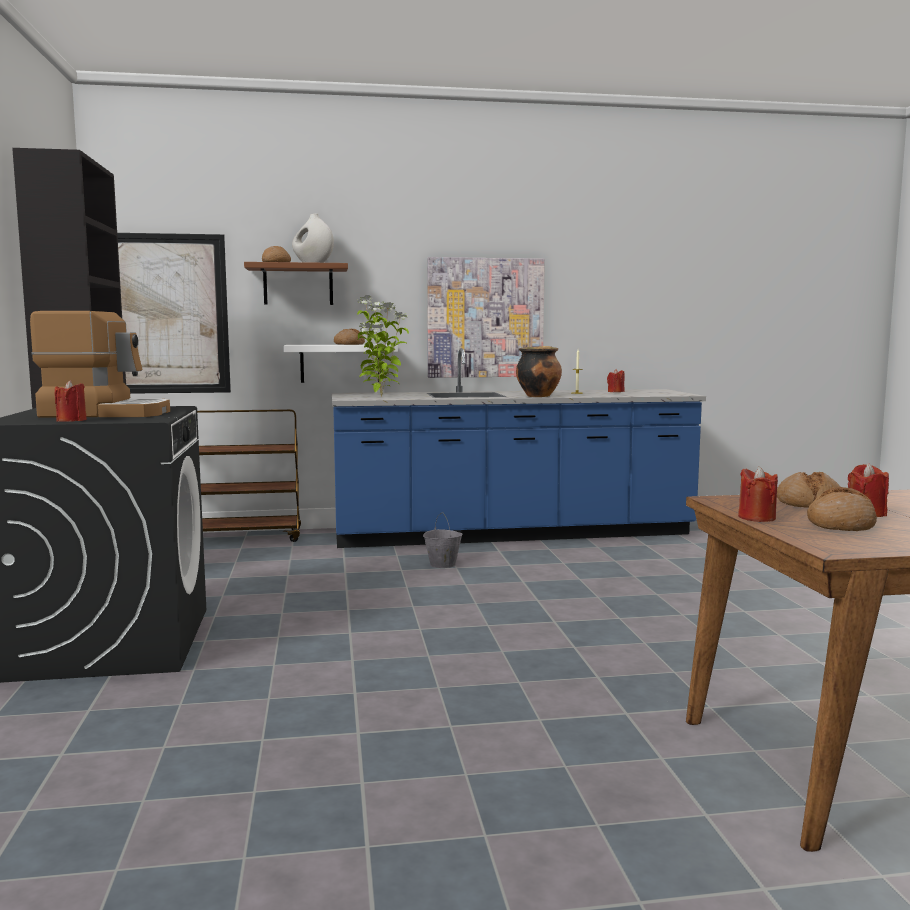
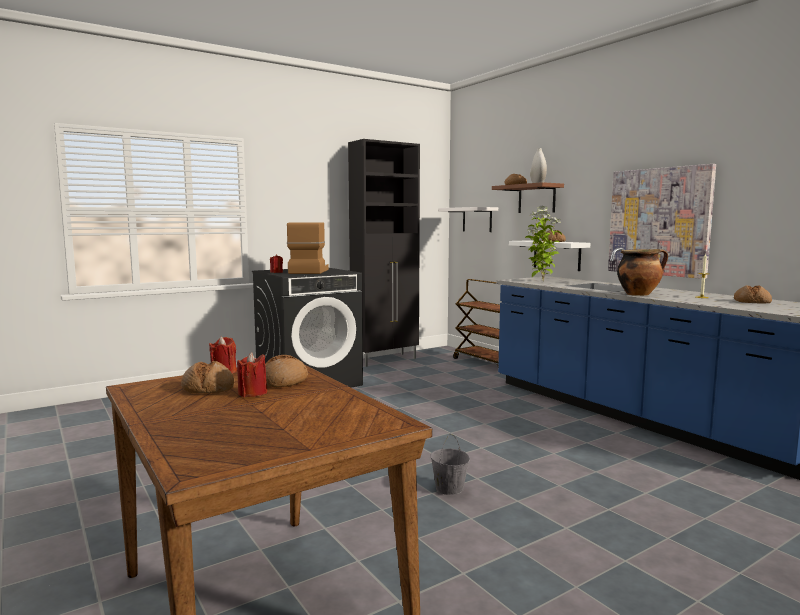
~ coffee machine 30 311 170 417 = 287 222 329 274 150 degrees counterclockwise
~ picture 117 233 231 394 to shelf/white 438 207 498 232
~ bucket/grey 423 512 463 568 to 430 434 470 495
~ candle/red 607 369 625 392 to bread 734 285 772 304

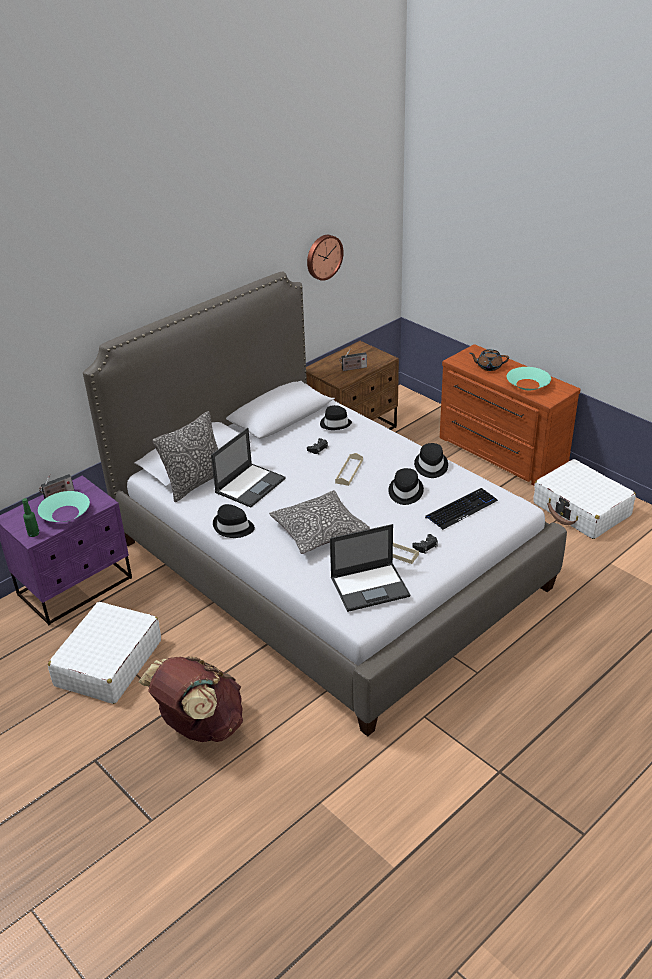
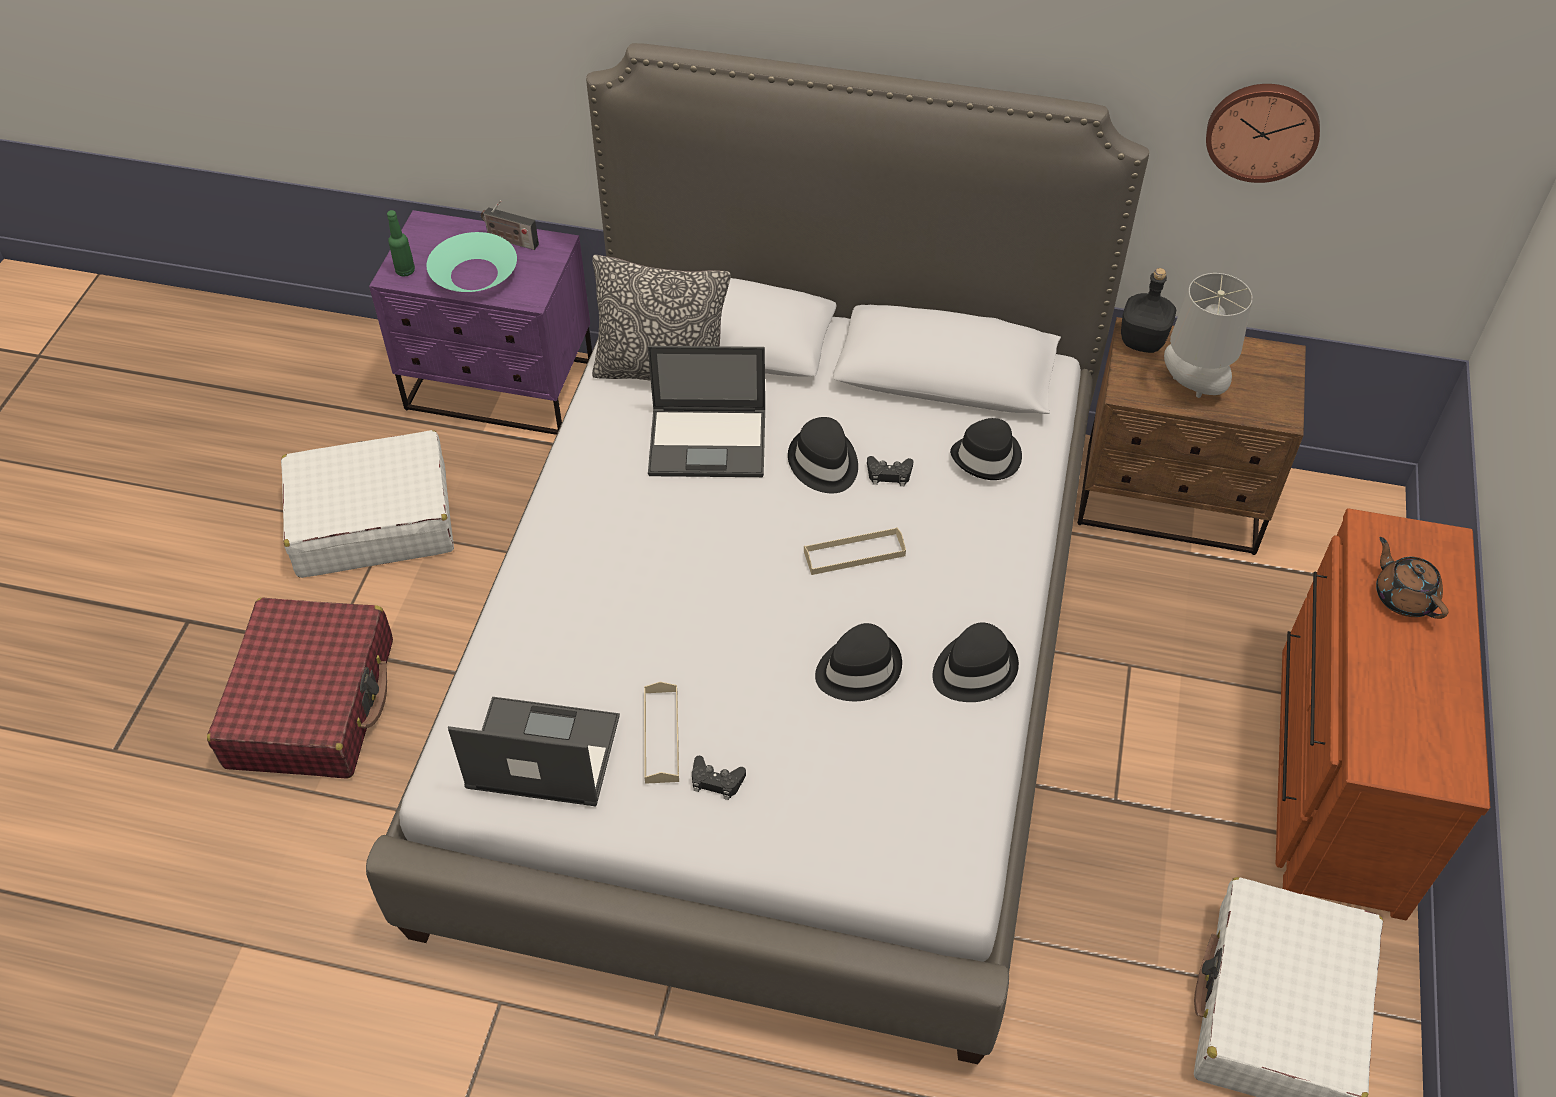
~ backpack/brown 139 656 243 742 to suitcase/red 207 598 393 779
~ hat/black 213 504 255 538 to 788 417 858 493
- pillow 269 490 370 554
~ laptop 330 524 410 612 = 448 697 620 806 150 degrees clockwise
~ radio 339 348 367 371 to table lamp/grey 1164 273 1253 398
- keyboard 425 488 498 530
- bowl/turquoise 507 367 551 391
+ bottle/black 1121 268 1176 353

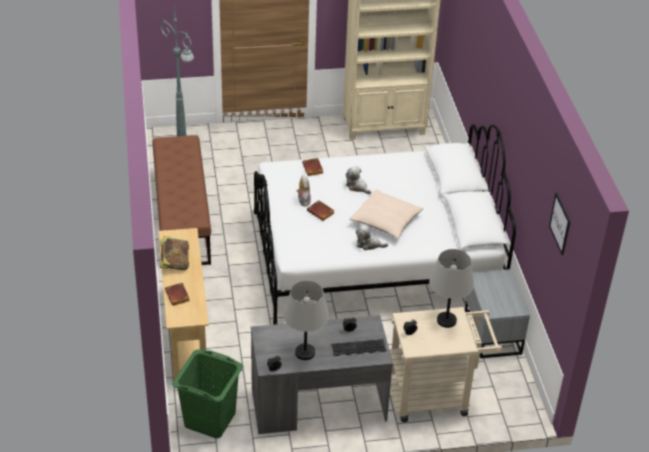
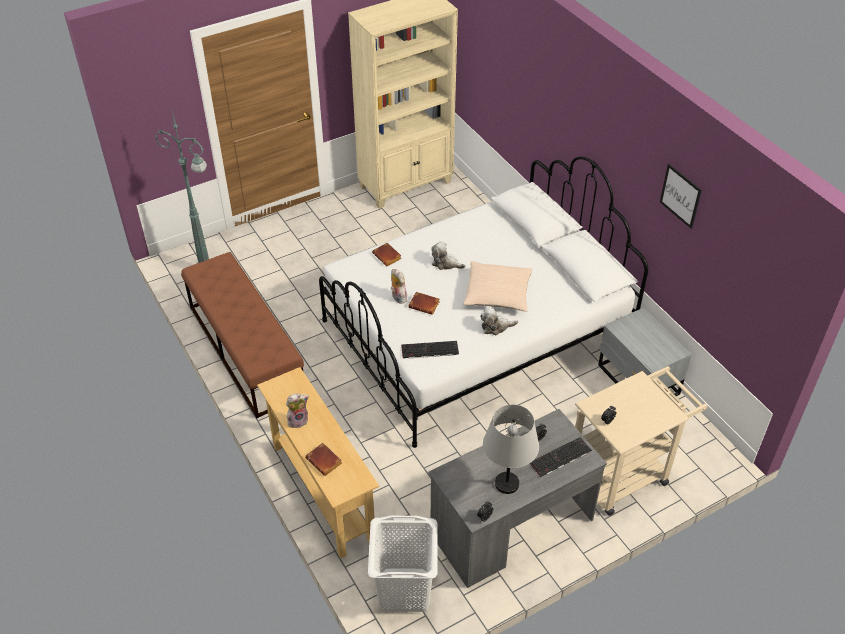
~ book 160 236 189 270 to plush toy 286 393 309 428
~ laundry basket/green 172 349 243 438 to laundry basket/white 368 516 438 612
- table lamp/grey 429 249 474 328
~ picture 549 193 570 255 to 660 164 702 229
+ keyboard 401 341 459 359

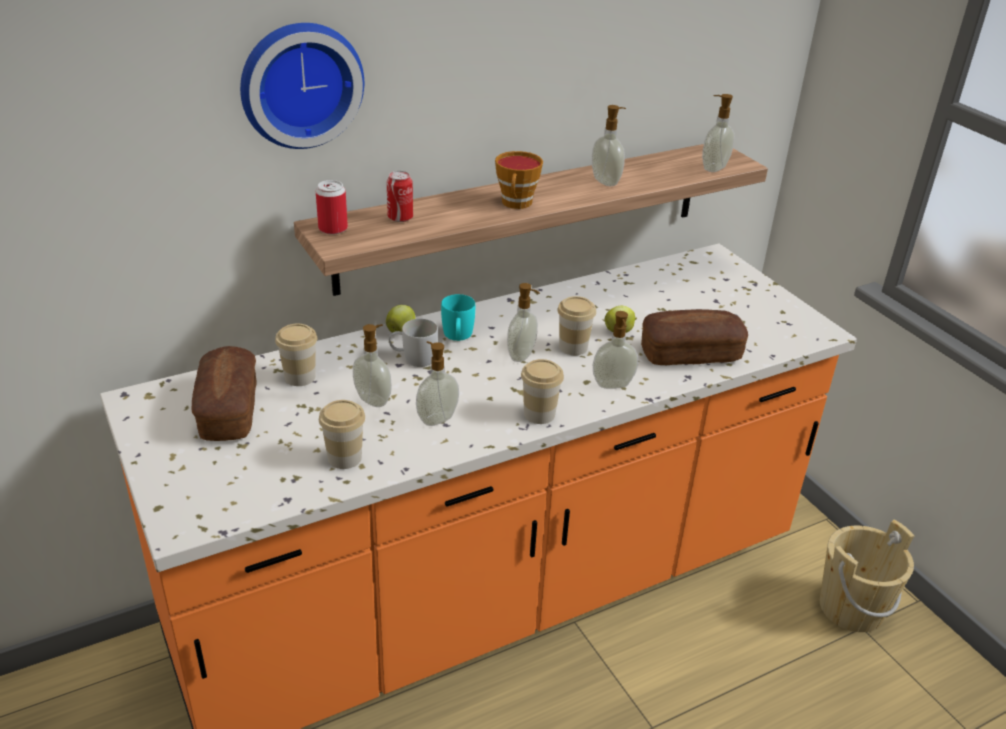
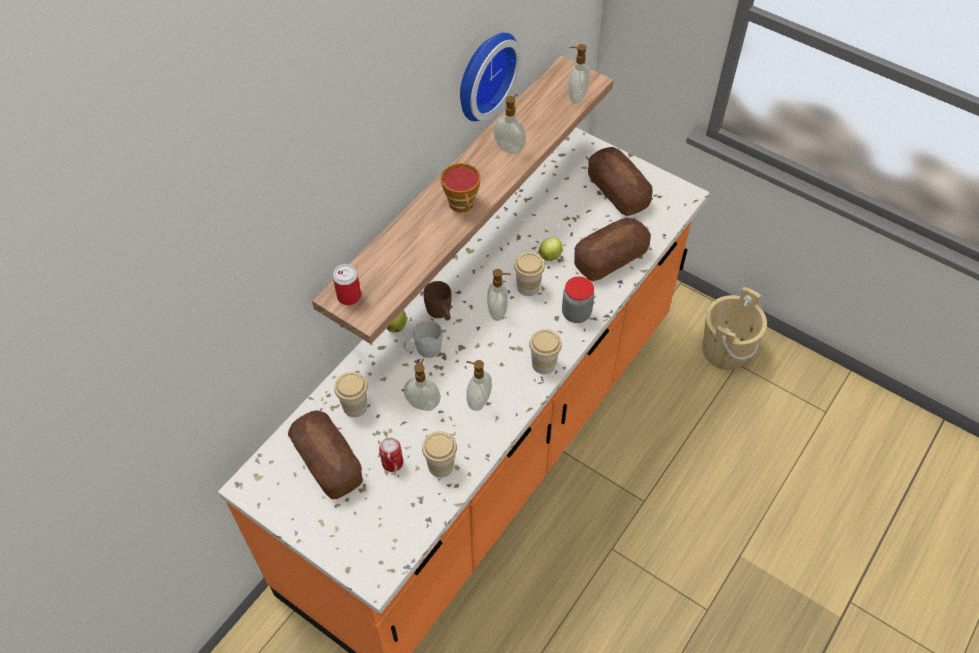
~ wall clock 240 23 364 149 to 460 32 521 121
~ can 387 171 413 222 to 379 437 403 472
~ mug/turquoise 441 294 475 341 to mug/brown 423 281 452 320
~ soap dispenser 593 311 638 389 to jar 562 277 594 323
+ bread 588 147 653 216

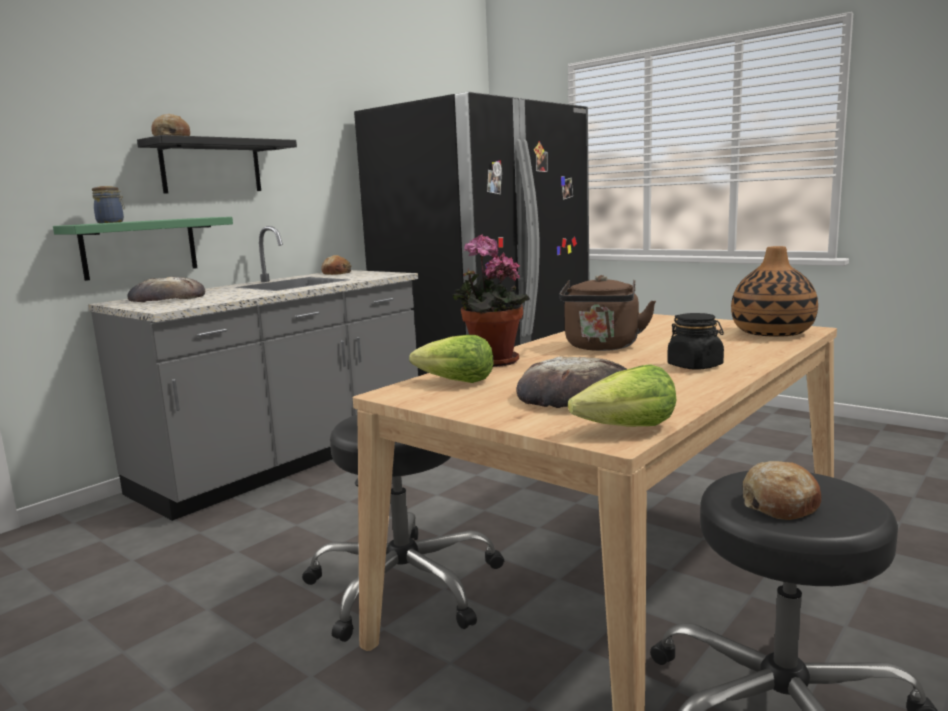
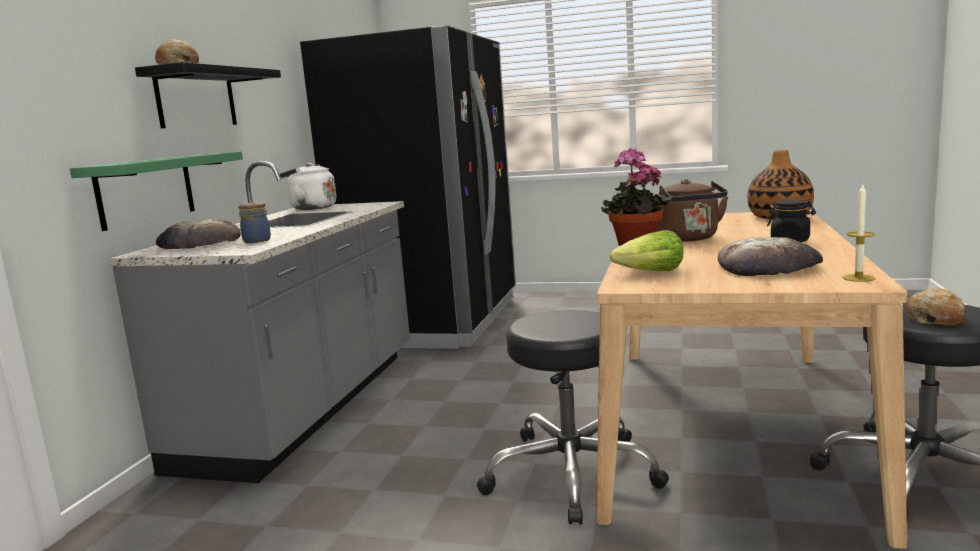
~ jar 92 186 125 223 to 238 202 271 243
~ bread 321 255 352 275 to kettle/white 280 163 336 210
~ lettuce 568 364 676 427 to candle 842 185 876 282

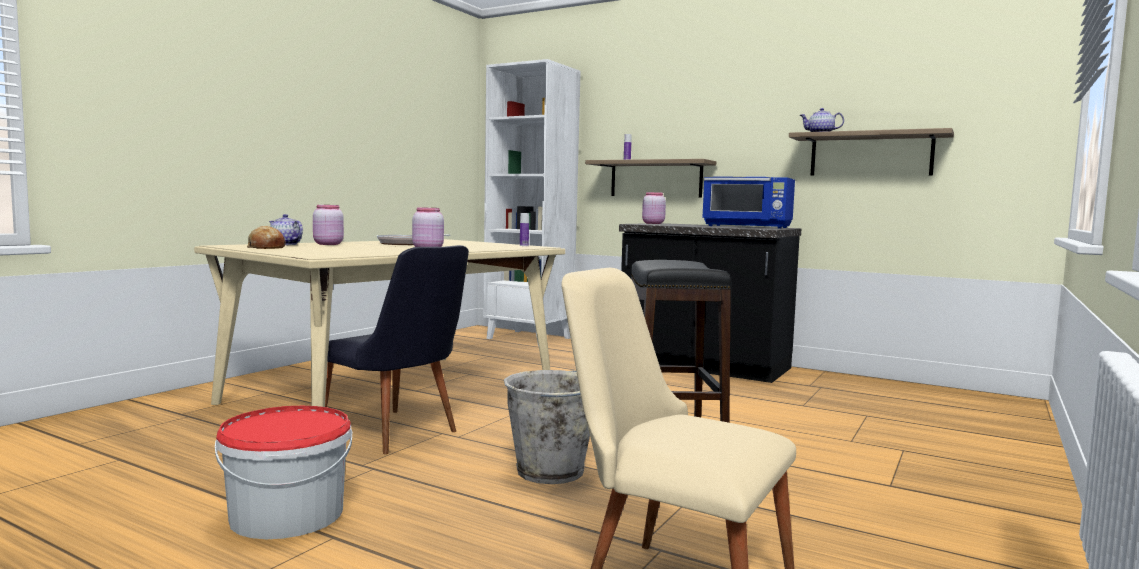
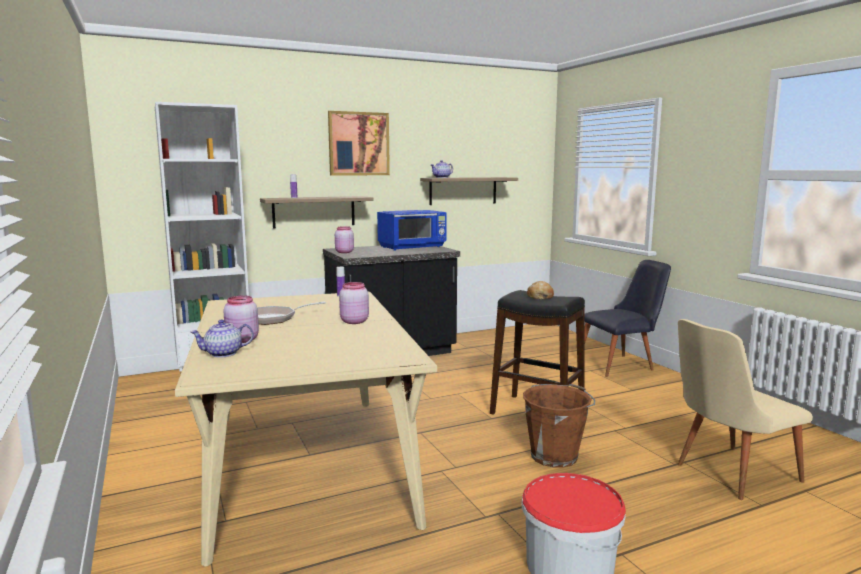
~ bread 247 226 286 249 to 527 281 554 299
~ chair/black 325 245 469 454 to 585 260 671 377
~ bucket/grey 504 370 590 484 to bucket/brown 523 384 595 468
+ picture 328 111 390 176

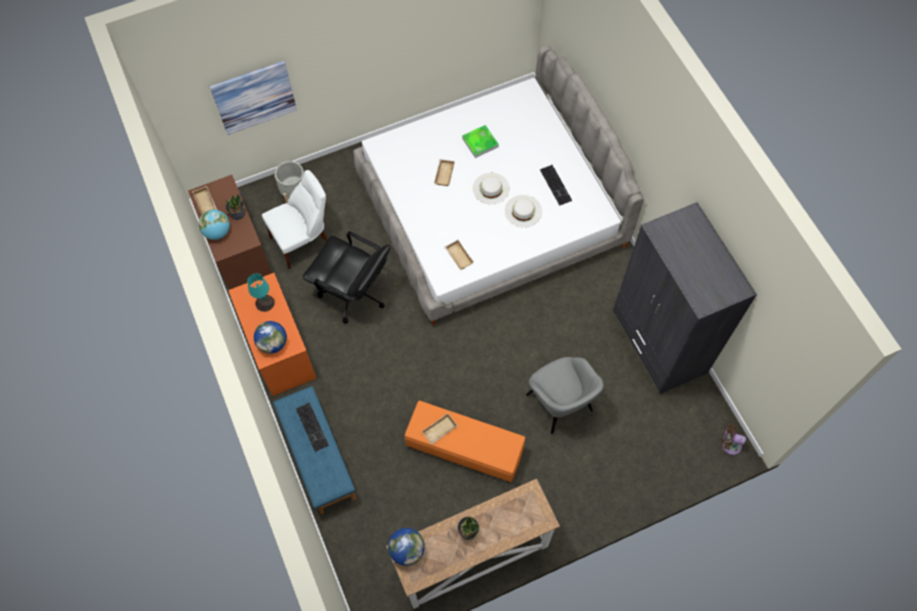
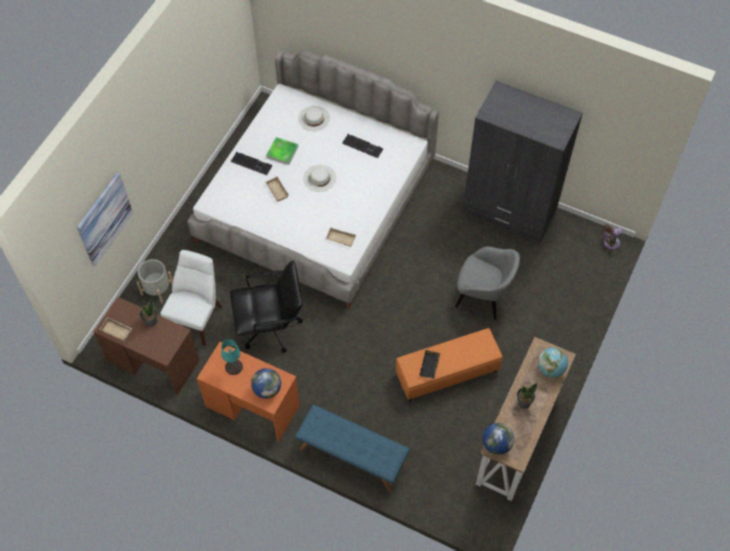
~ globe 198 210 230 240 to 538 348 568 378
~ keyboard 296 402 329 452 to 231 152 272 175
~ tray/beige 422 413 458 445 to tray/black 419 350 440 379
~ hat/white 505 195 542 227 to 298 106 330 131

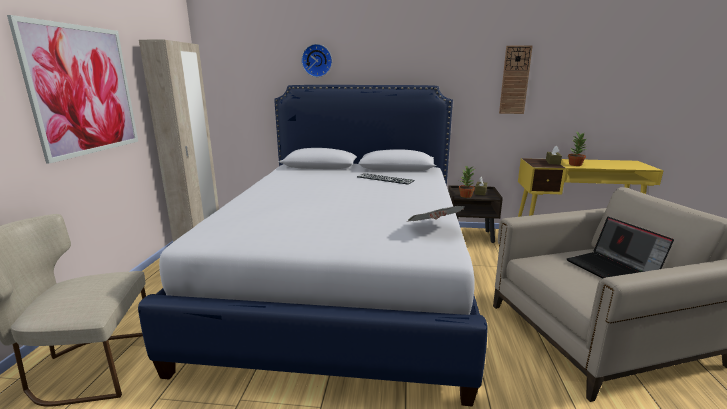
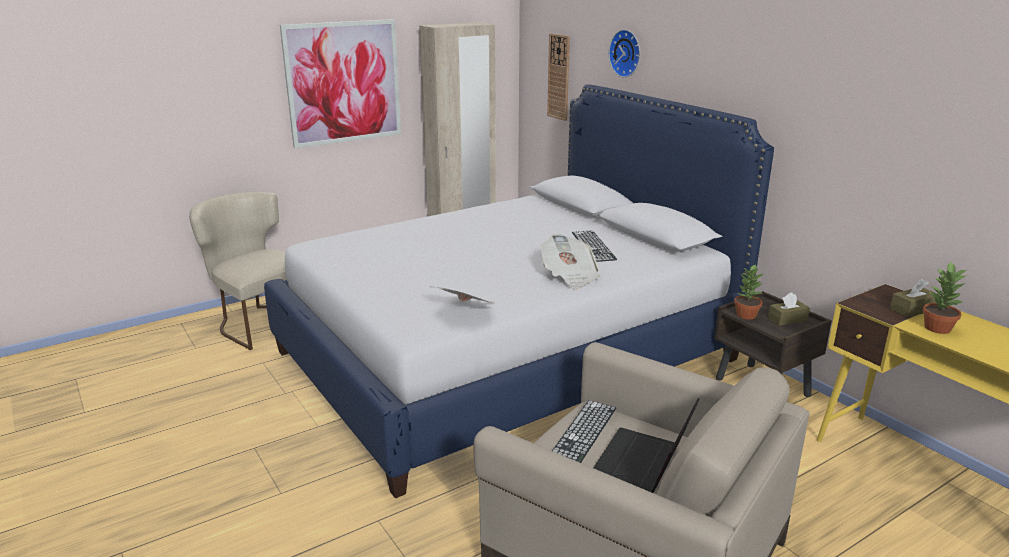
~ wall clock 499 45 533 114 to 547 34 570 121
+ newspaper 541 234 600 289
+ keyboard 552 400 616 463

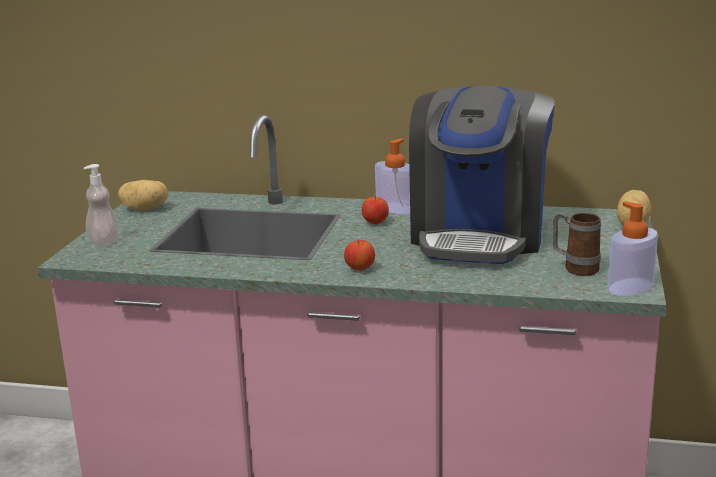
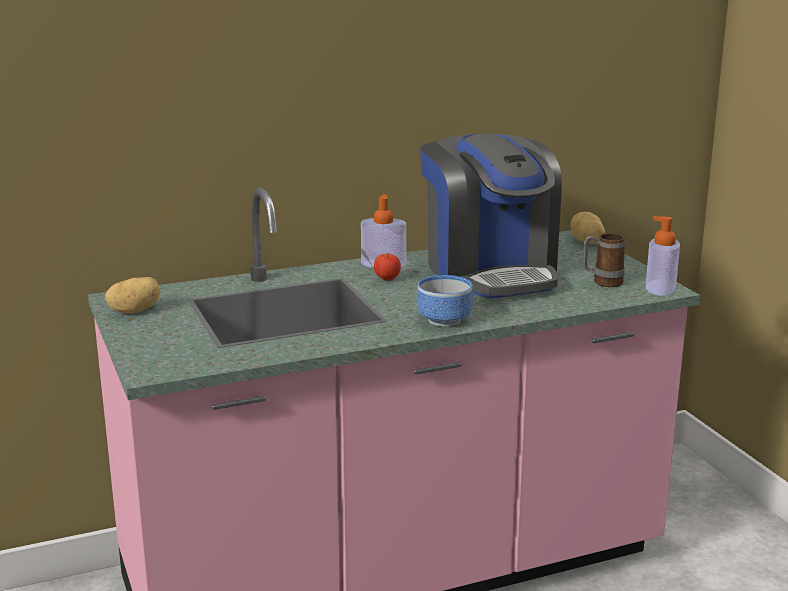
- soap dispenser 83 164 119 247
~ apple 344 239 375 271 to bowl 417 275 473 327

